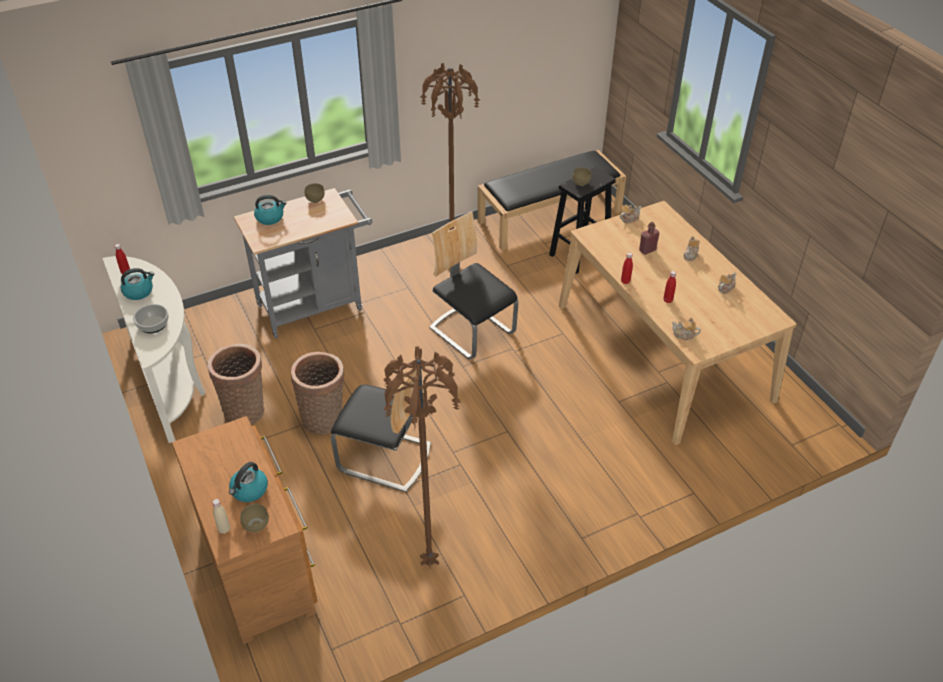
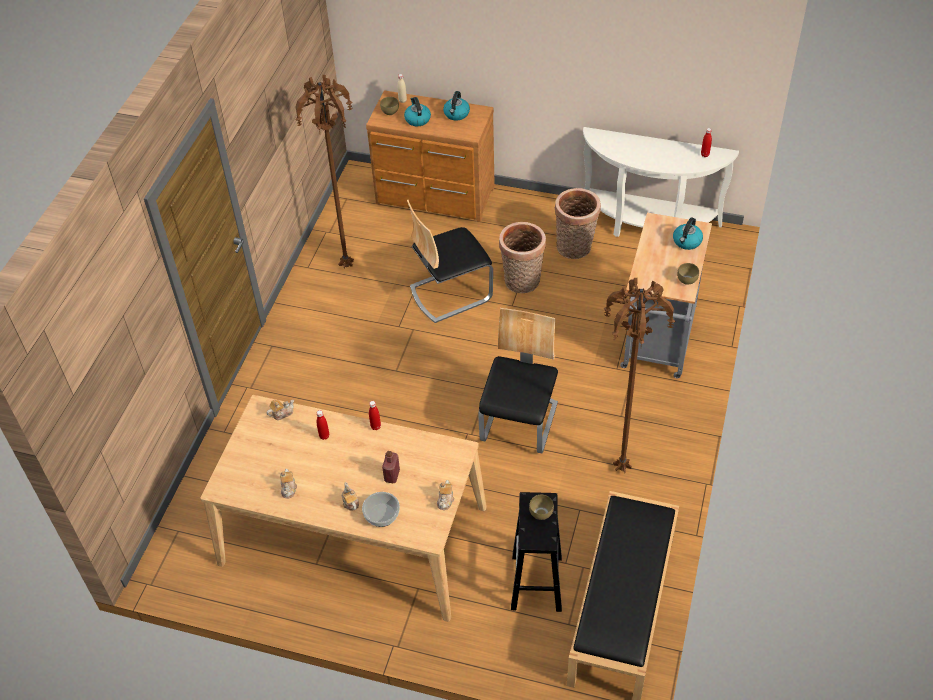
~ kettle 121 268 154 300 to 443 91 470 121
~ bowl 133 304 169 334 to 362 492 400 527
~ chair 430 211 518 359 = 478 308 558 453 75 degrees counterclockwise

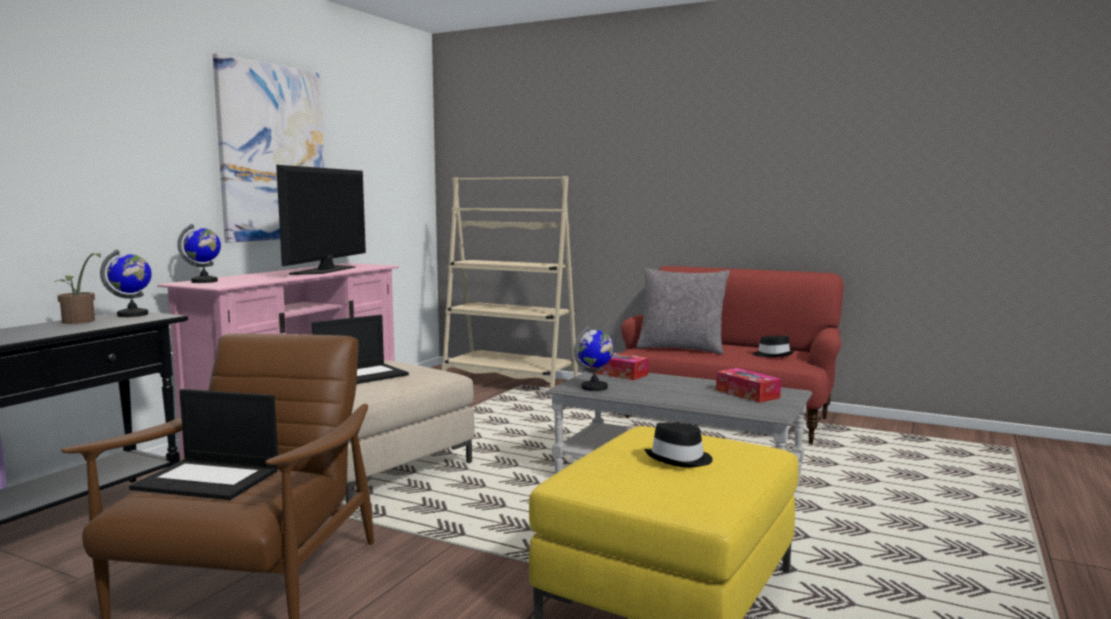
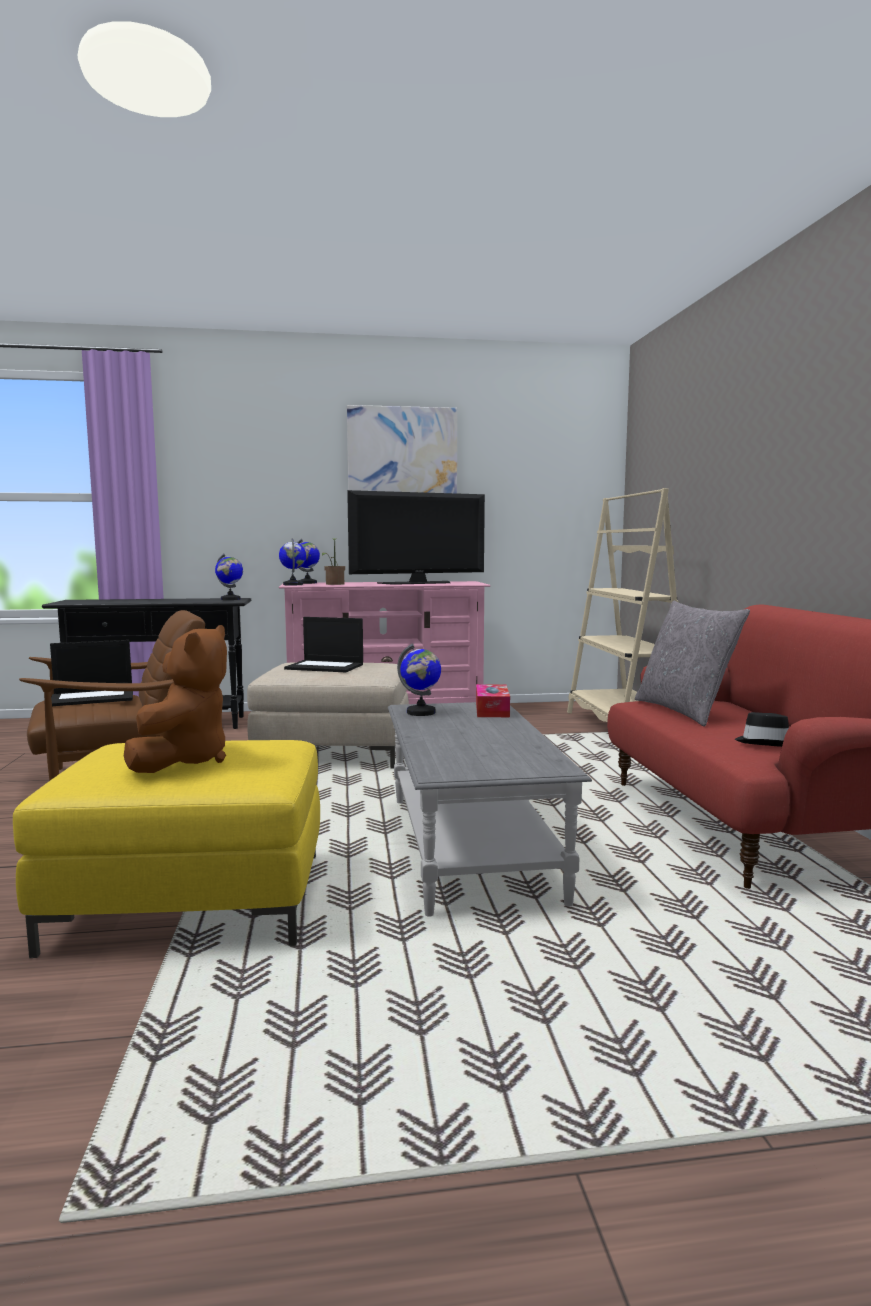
~ potted plant 55 253 101 324 to 322 538 345 585
~ laptop 129 389 278 500 = 50 640 133 706 90 degrees counterclockwise
~ hat/black 644 423 713 468 to plush toy/brown 124 625 227 773
- tissue box 716 368 781 403
+ globe 279 539 306 586

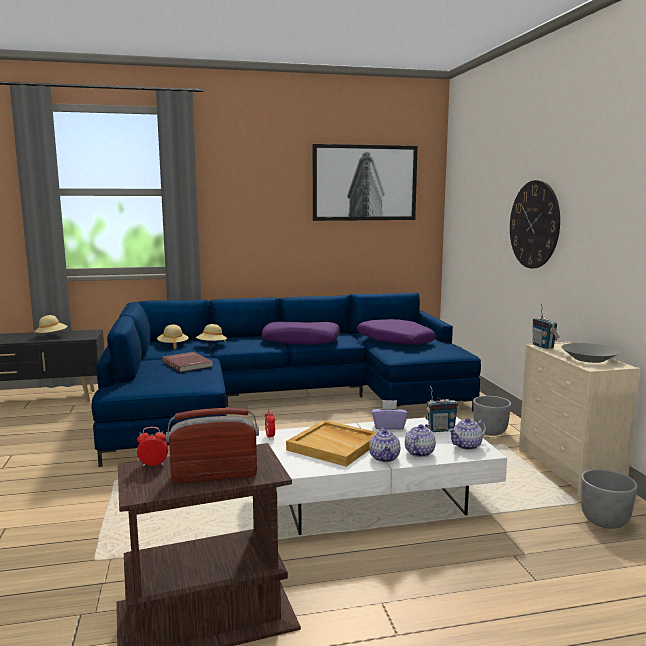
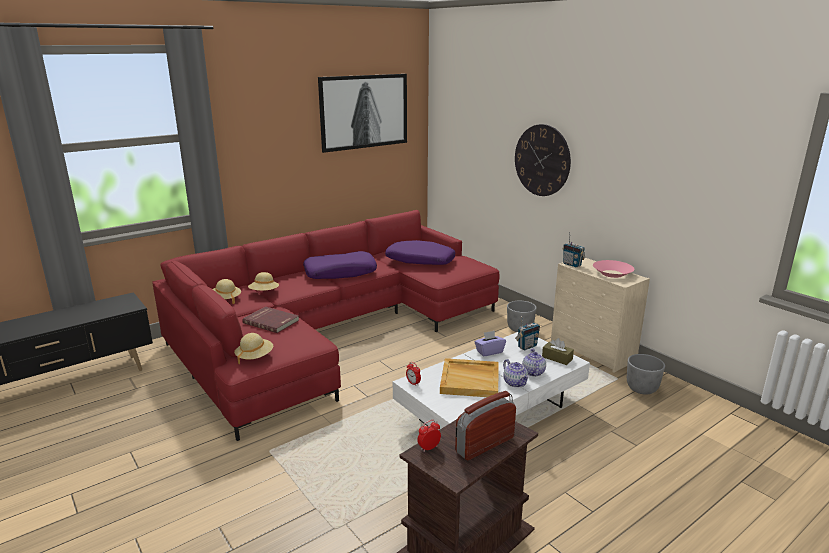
~ hat/beige 34 315 68 333 to 234 333 273 365
~ sofa/blue 92 292 481 467 to sofa/red 152 210 500 441
~ teapot 448 418 486 450 to tissue box/brown 542 338 574 365
~ bowl/grey 561 343 620 363 to bowl/pink 593 260 634 278

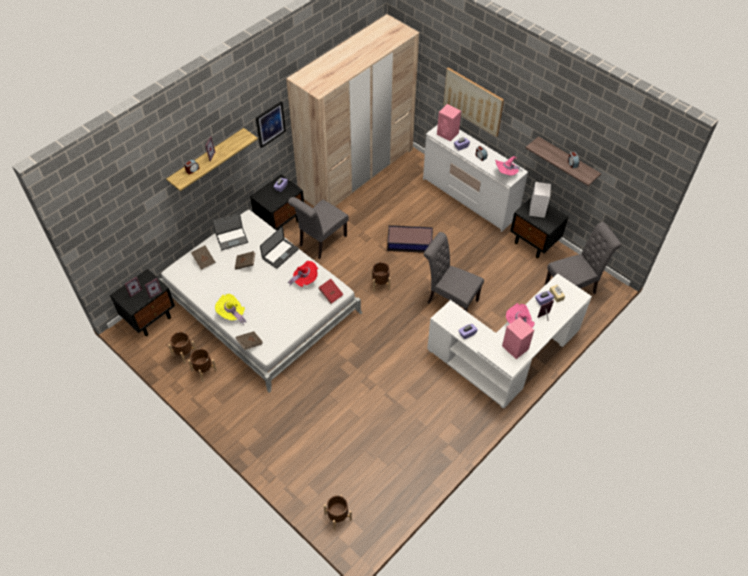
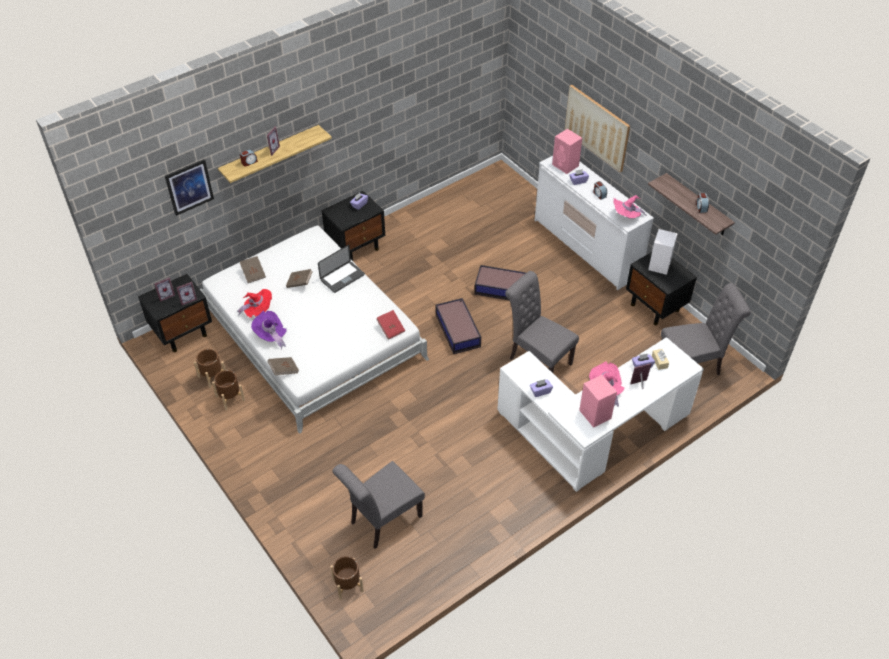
- laptop 213 213 248 250
~ hat/yellow 215 294 247 325 to hat/purple 251 311 286 350
~ picture 256 101 286 148 to 165 159 214 216
- wardrobe/beige 286 14 419 207
~ chair/grey 288 197 349 259 to 332 461 425 549
~ hat/red 288 261 318 287 to 237 289 272 318
~ planter/brown 371 262 390 291 to storage box 436 298 481 354

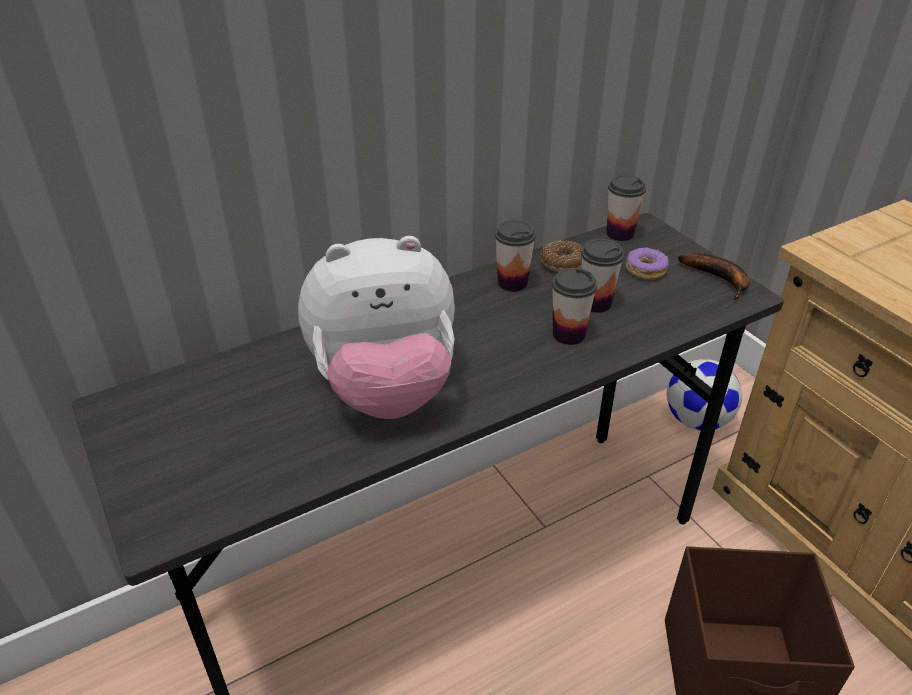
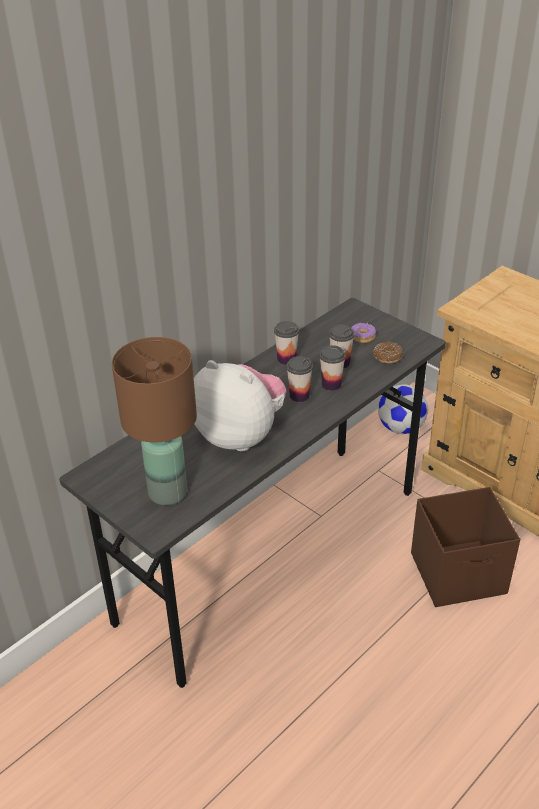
~ plush toy 298 236 455 419 = 194 360 287 451 120 degrees counterclockwise
~ donut 540 241 583 272 to 373 342 403 364
~ cup 606 175 646 241 to 286 356 313 402
- banana 678 252 750 300
+ table lamp/brown 112 337 197 505

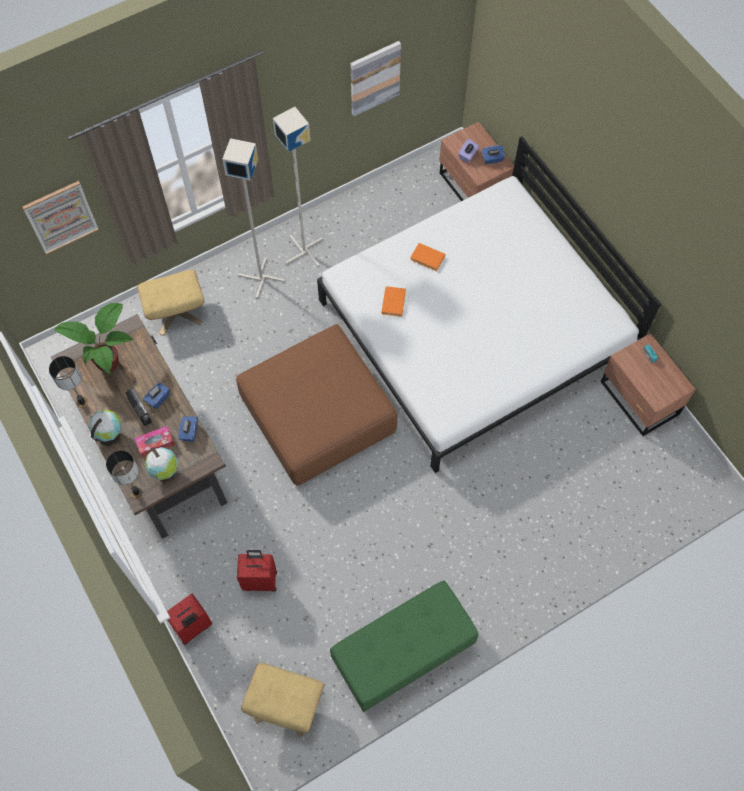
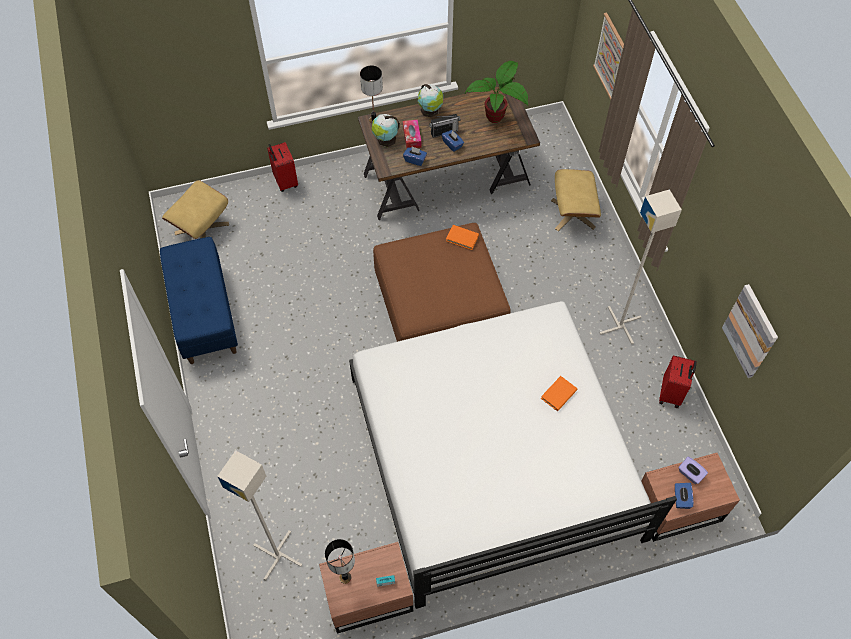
~ table lamp 49 356 88 408 to 325 539 355 584
~ floor lamp/grey 222 138 285 298 to 217 450 302 580
~ suitcase/red 237 550 277 591 to 659 355 697 408
~ bench/green 330 581 478 712 to bench/blue 160 237 238 364
~ book/orange 381 286 406 317 to 446 225 479 250

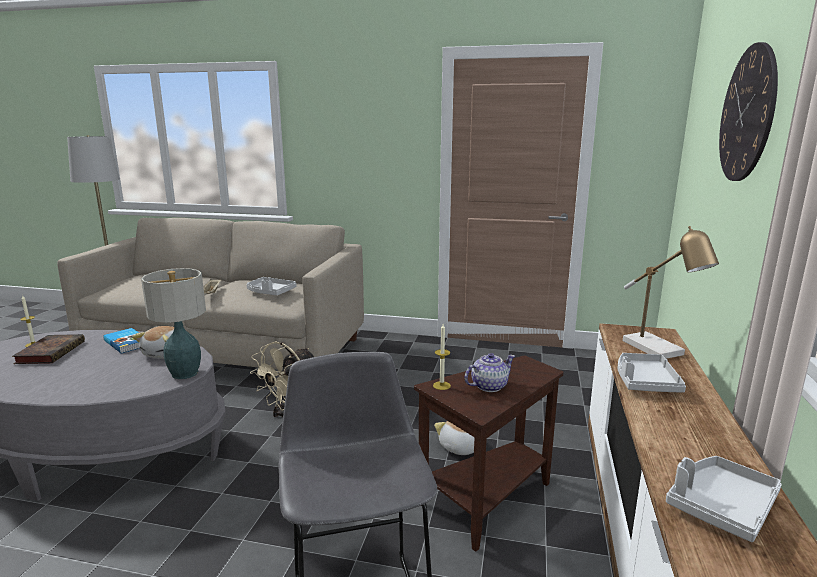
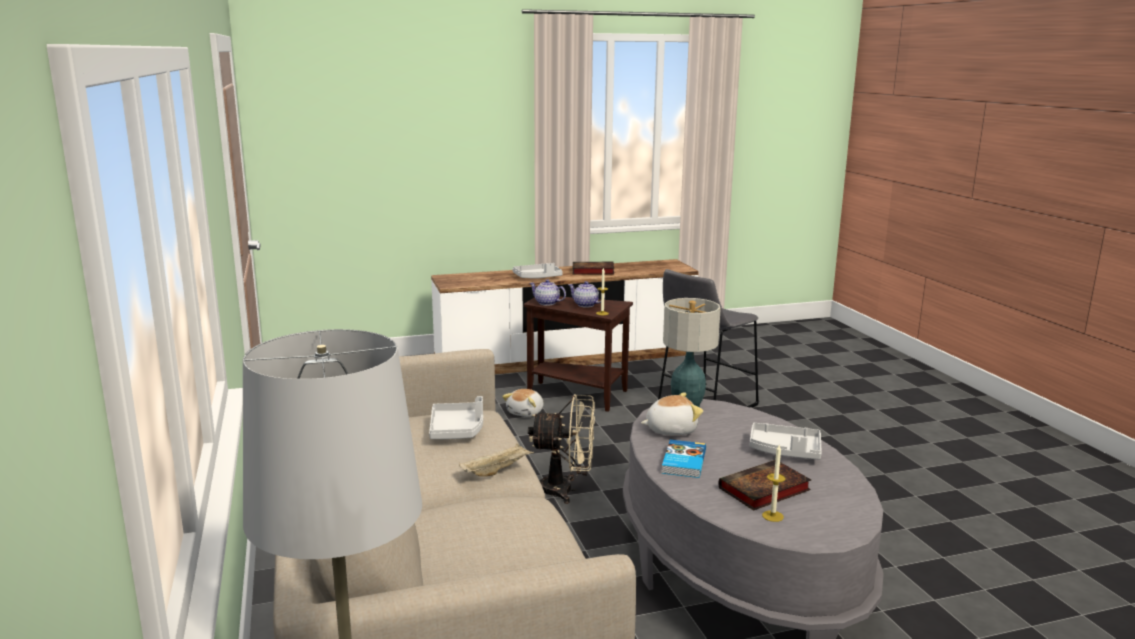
- table lamp 623 226 719 359
~ tray/grey 666 456 782 542 to 750 423 822 460
- wall clock 719 42 778 181
+ teapot 529 279 566 306
+ book 573 262 614 275

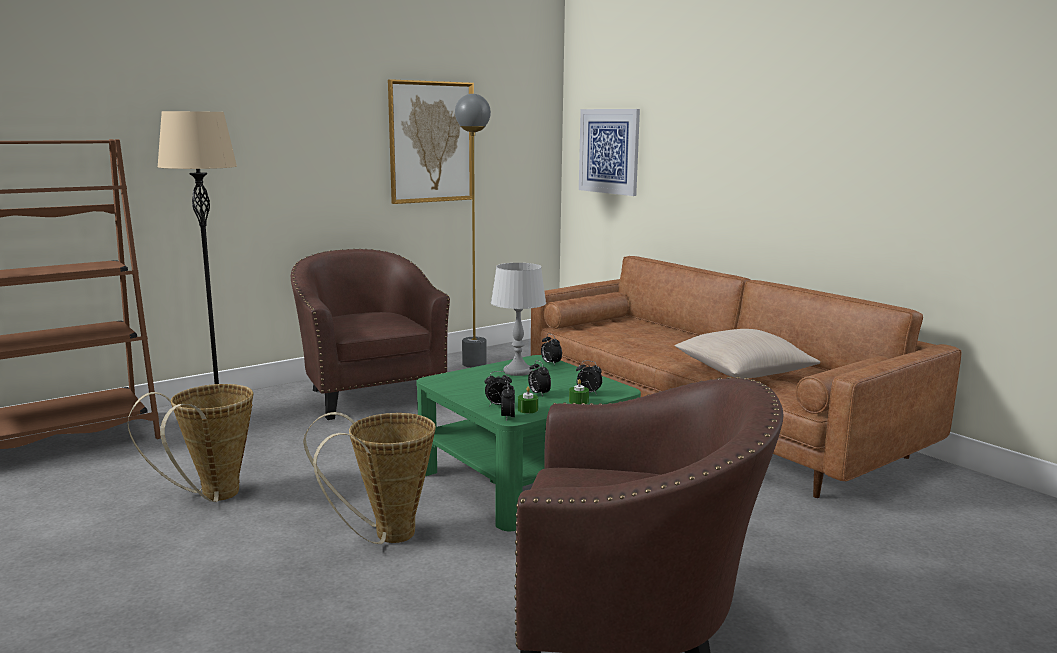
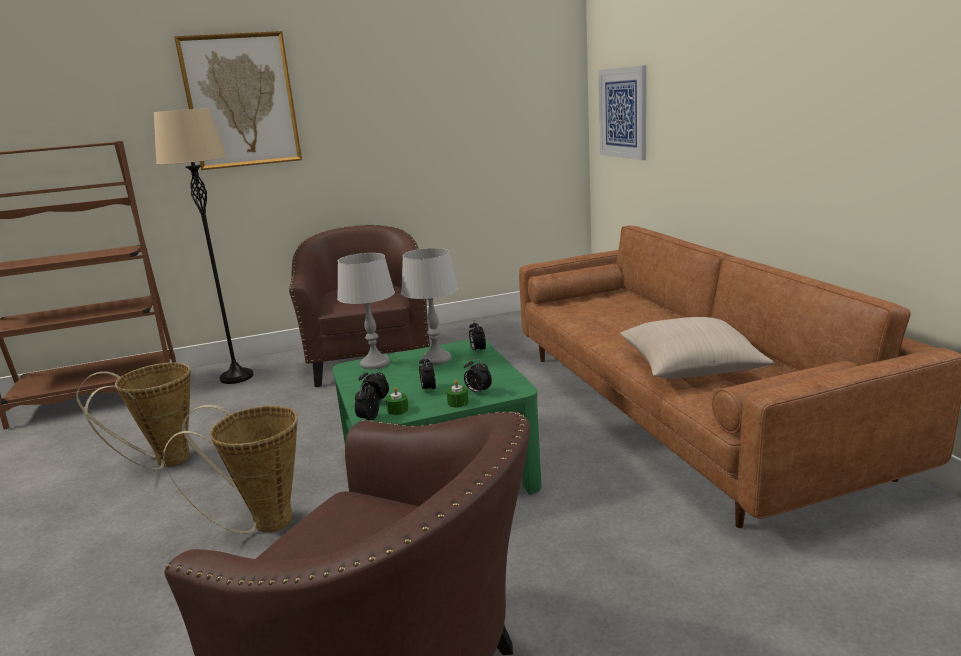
~ picture 388 79 474 204 to 174 31 302 170
- floor lamp/grey 455 94 491 368
+ table lamp/grey 337 253 395 370

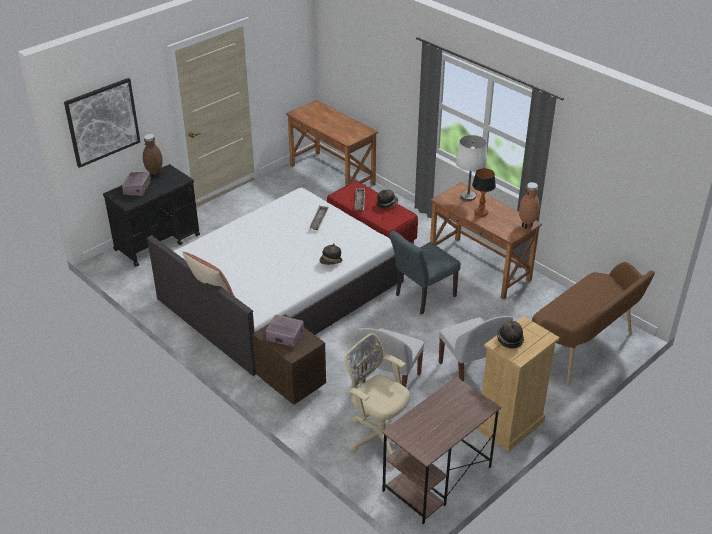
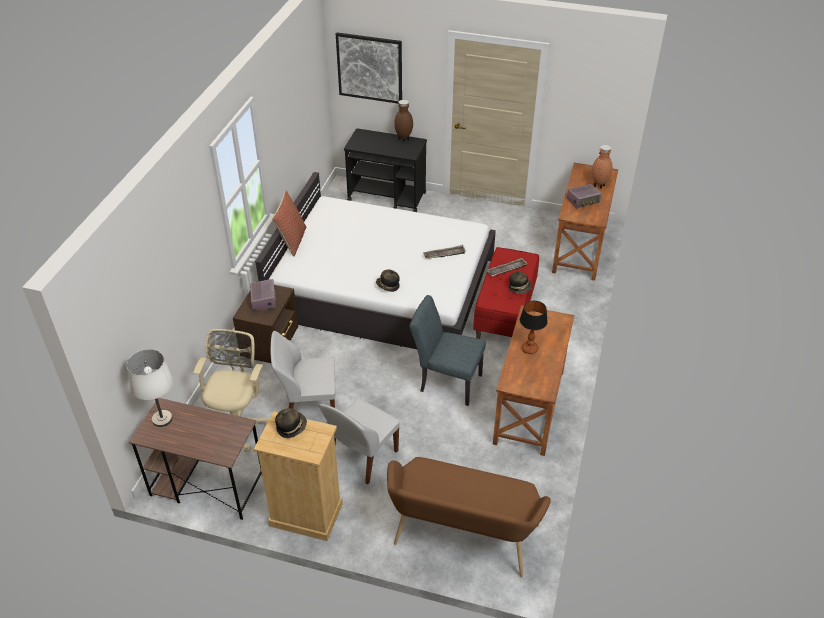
~ radio 122 172 151 196 to 567 184 602 208
~ table lamp/white 456 135 487 201 to 127 349 173 427
~ vase/brown 519 182 540 229 to 592 145 613 189

